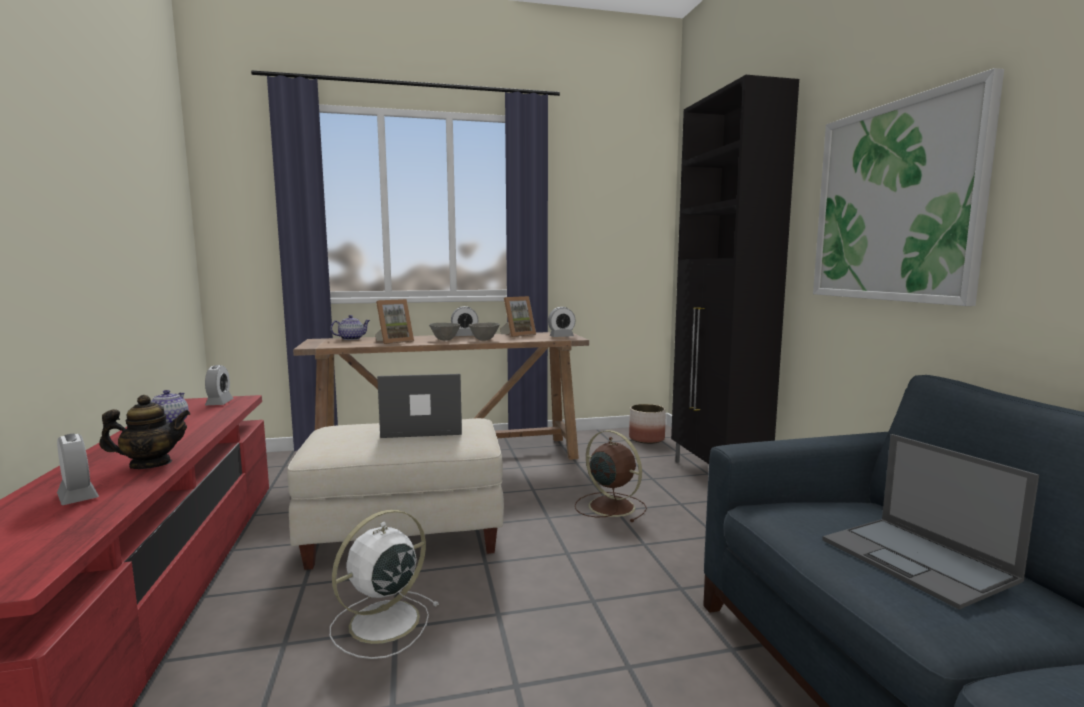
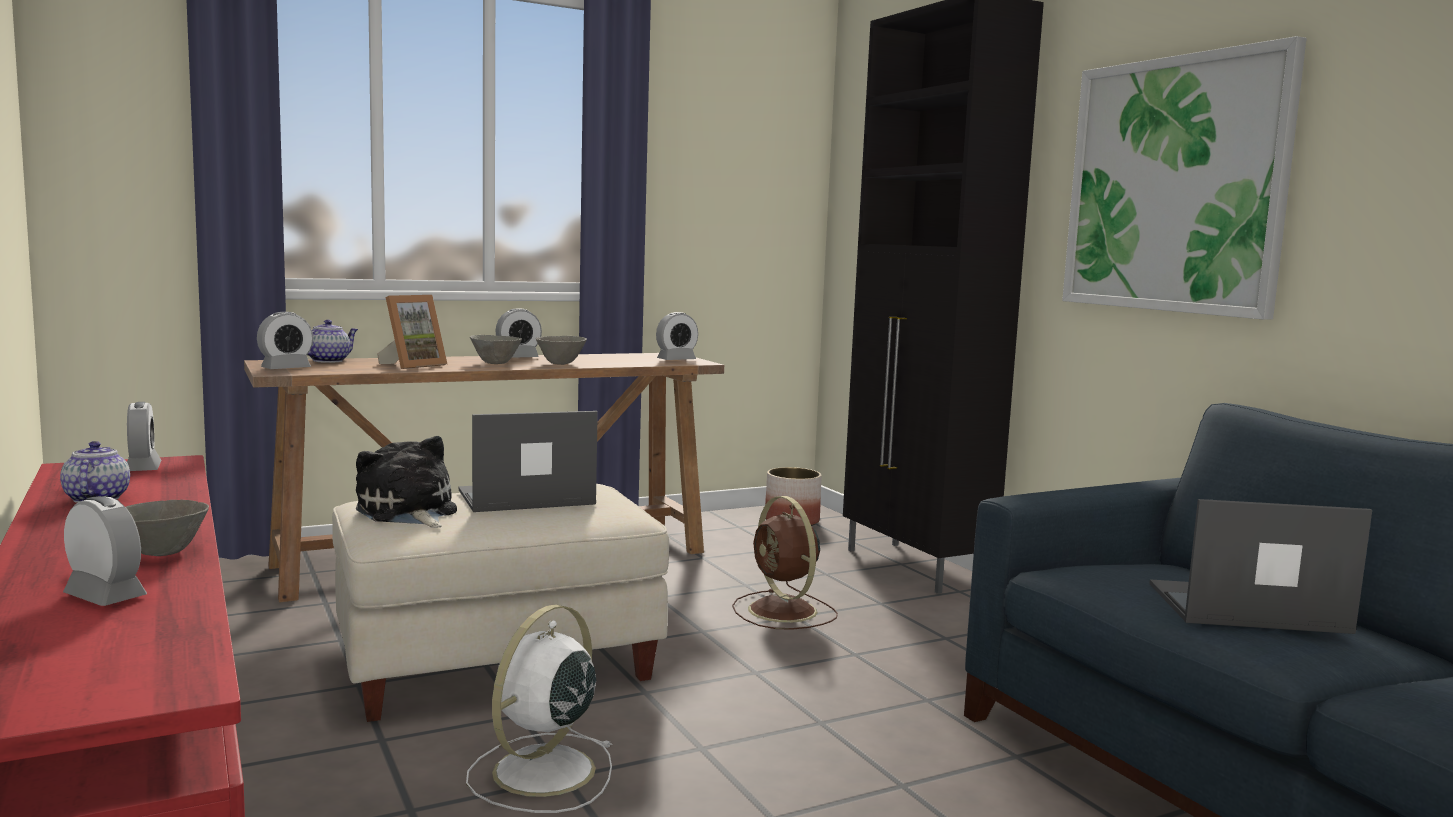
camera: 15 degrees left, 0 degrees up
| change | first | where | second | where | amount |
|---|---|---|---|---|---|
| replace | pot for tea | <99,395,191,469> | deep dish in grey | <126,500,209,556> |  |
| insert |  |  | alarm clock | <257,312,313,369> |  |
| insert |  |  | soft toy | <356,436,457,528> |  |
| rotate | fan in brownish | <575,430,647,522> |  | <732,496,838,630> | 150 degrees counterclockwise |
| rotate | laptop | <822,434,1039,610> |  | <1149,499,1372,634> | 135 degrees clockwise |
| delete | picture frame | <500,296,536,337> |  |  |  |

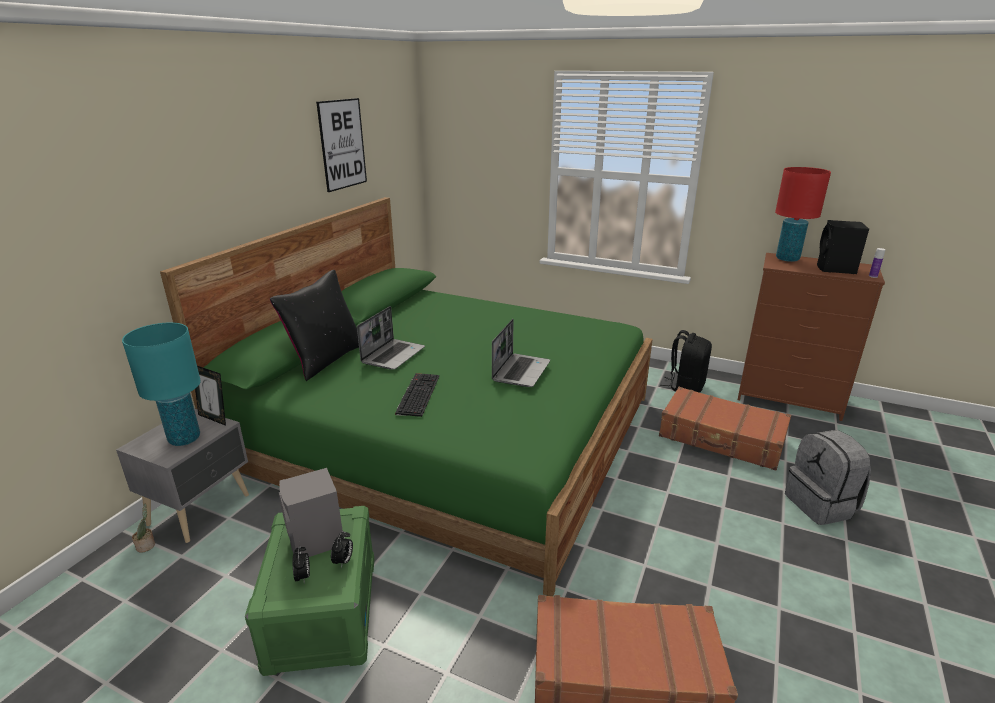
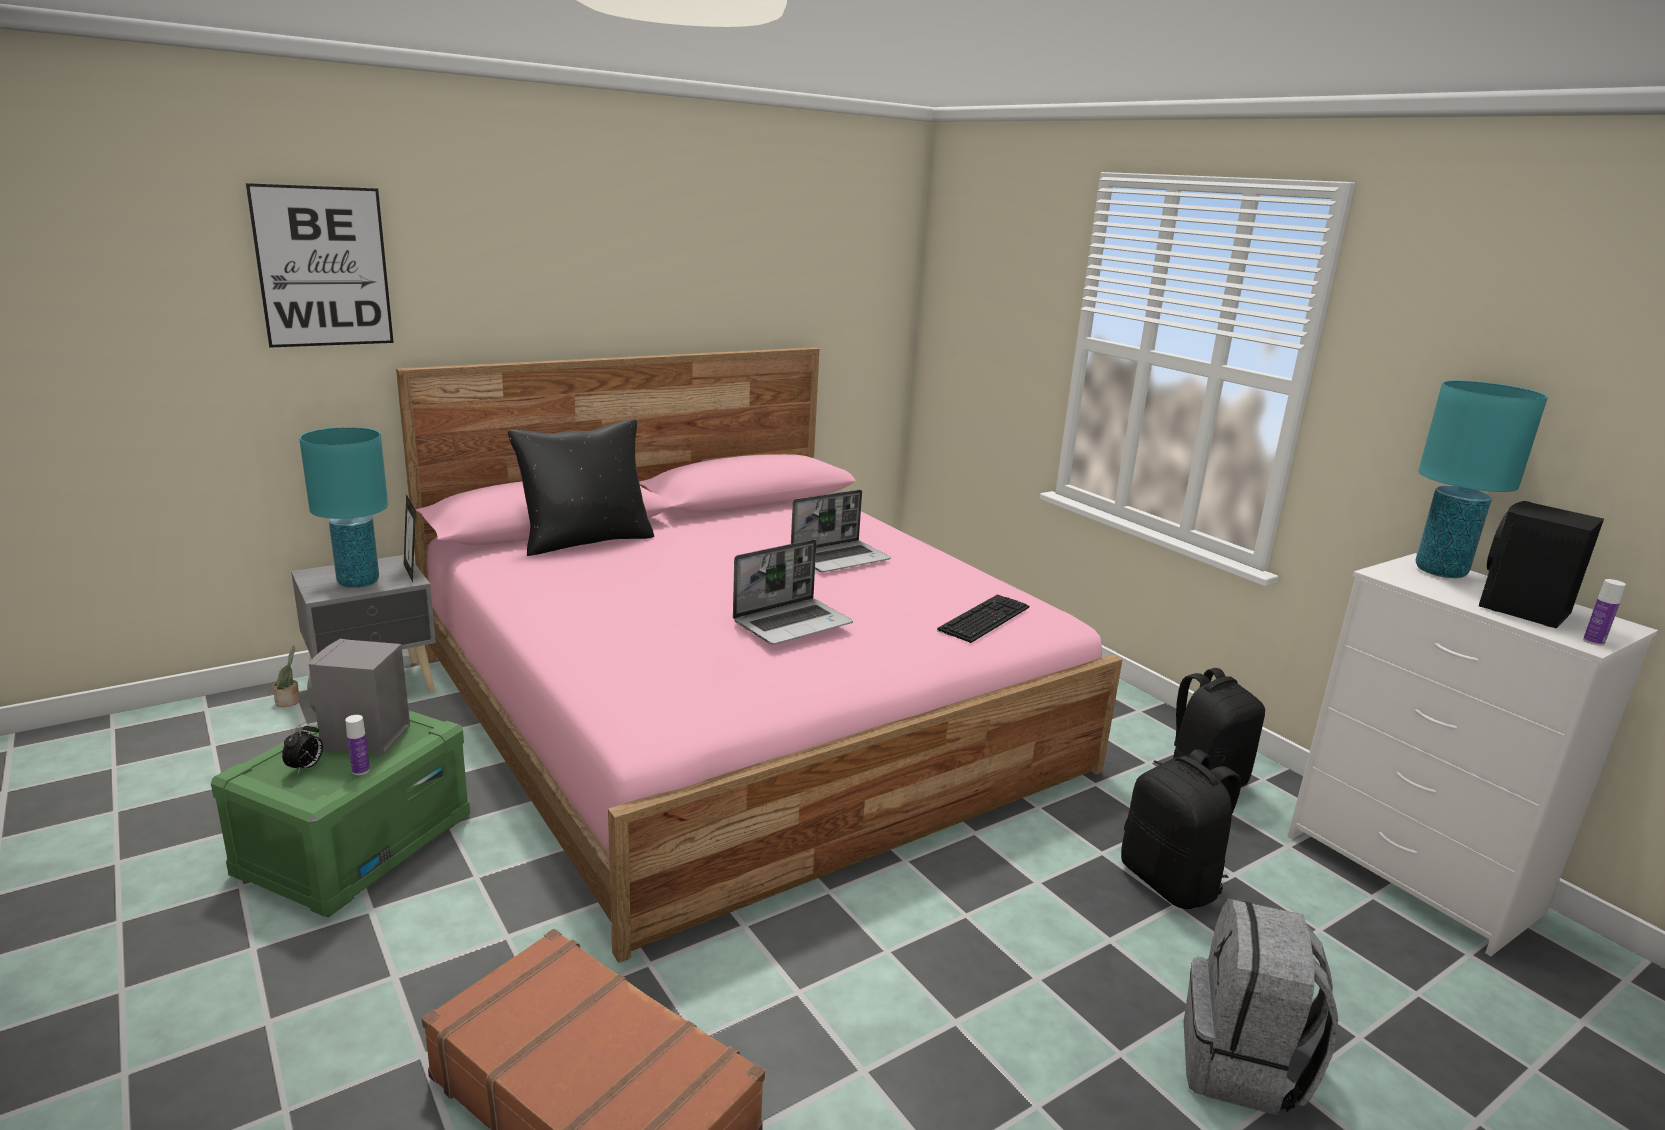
camera: 30 degrees right, 5 degrees down
| change | first | where | second | where | amount |
|---|---|---|---|---|---|
| move | picture | <316,98,367,192> |  | <246,183,394,348> |  |
| replace | alarm clock | <331,531,353,568> | drink bottle | <345,715,370,775> |  |
| recolor | bed in green-coloured | <160,197,653,596> | bed in pink | <396,347,1123,963> |  |
| move | laptop | <357,306,425,370> |  | <791,490,891,572> |  |
| move | computer keyboard | <395,373,439,417> |  | <937,594,1029,643> |  |
| replace | suitcase in brownish | <659,387,791,471> | rucksack in black | <1121,749,1241,909> |  |
| recolor | dresser in brownish | <738,253,885,421> | dresser in white-coloured | <1287,553,1658,956> |  |
| recolor | table lamp in reddish | <775,167,831,262> | table lamp in blue-green | <1416,380,1548,578> |  |

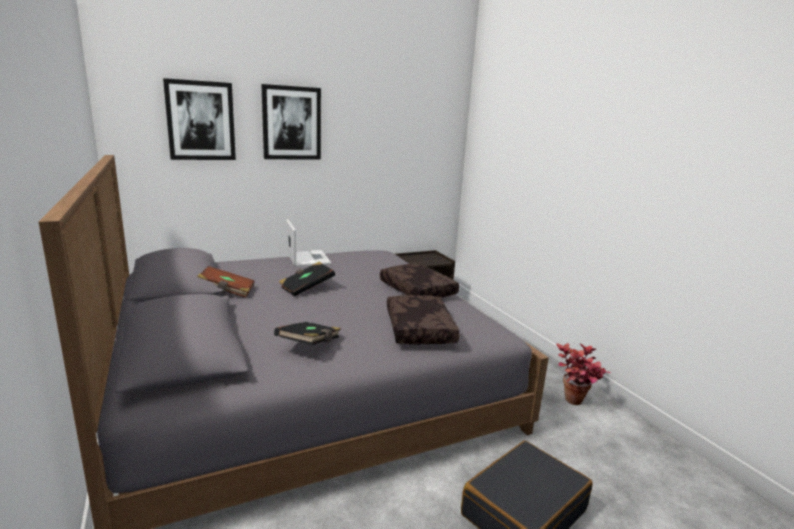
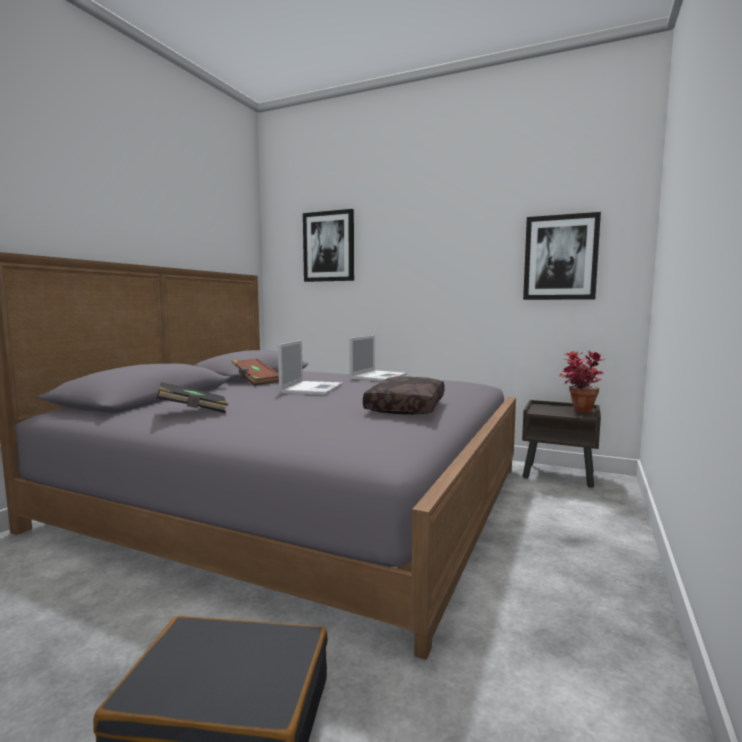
camera: 50 degrees right, 10 degrees down
| change | first | where | second | where | amount |
|---|---|---|---|---|---|
| replace | book in black | <279,262,335,297> | laptop | <278,340,342,395> |  |
| move | picture | <261,84,321,160> |  | <523,212,601,300> |  |
| move | potted plant | <556,343,611,405> |  | <559,351,605,413> |  |
| delete | pillow in brownish | <387,295,460,344> |  |  |  |

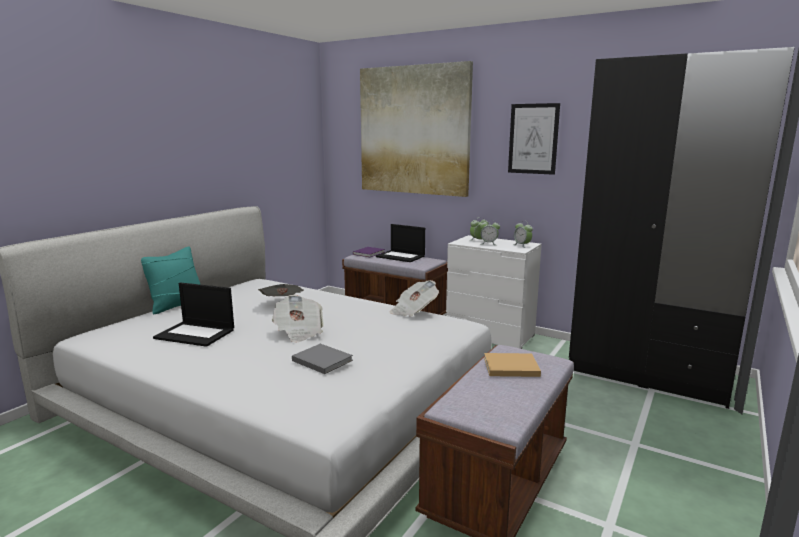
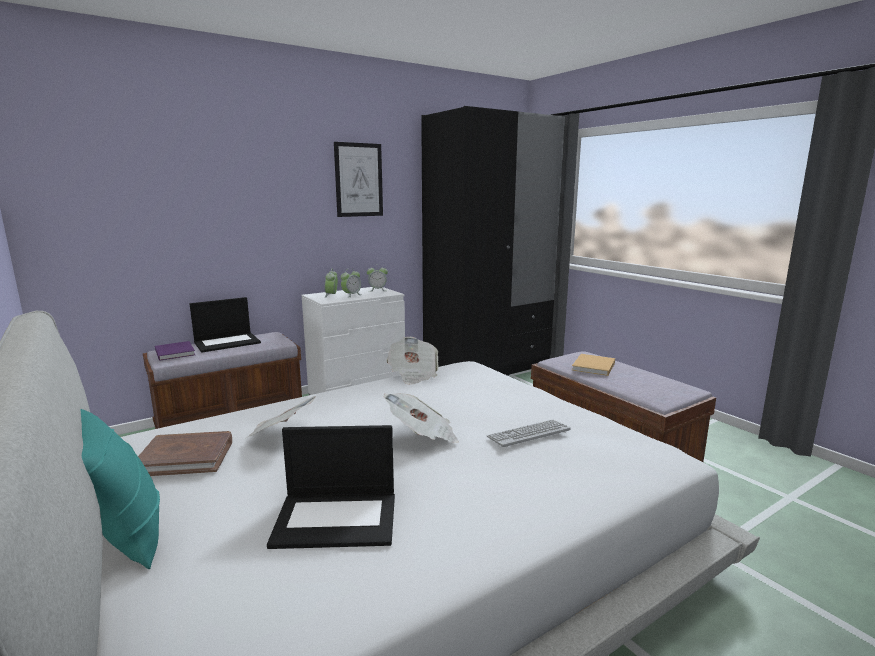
camera: 65 degrees left, 0 degrees up
| change | first | where | second | where | amount |
|---|---|---|---|---|---|
| insert |  |  | book in brownish | <138,431,232,476> |  |
| rotate | laptop | <153,282,234,347> |  | <267,425,395,549> | 45 degrees clockwise |
| replace | book in grey | <292,344,353,374> | computer keyboard | <487,420,571,448> |  |
| delete | picture | <360,61,473,197> |  |  |  |

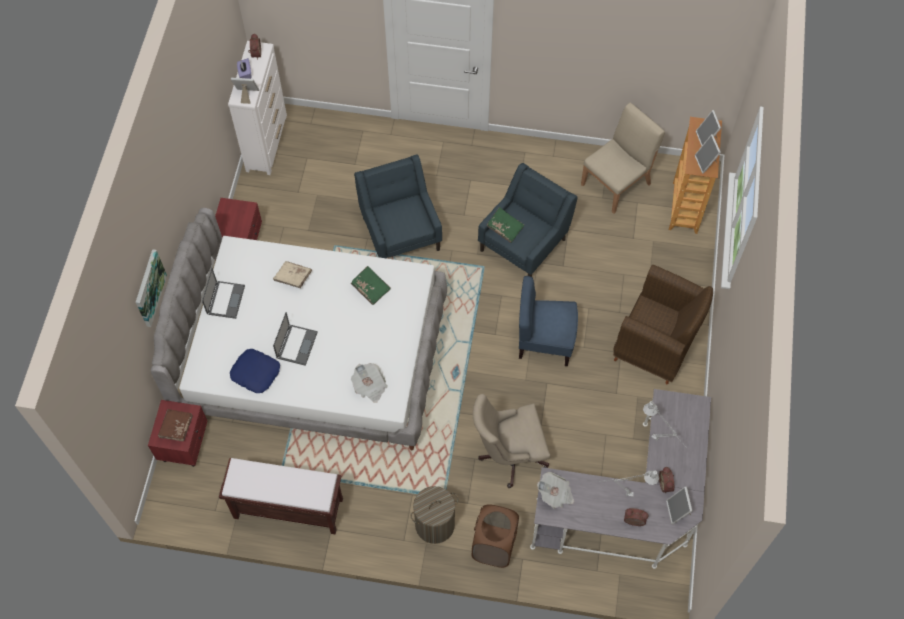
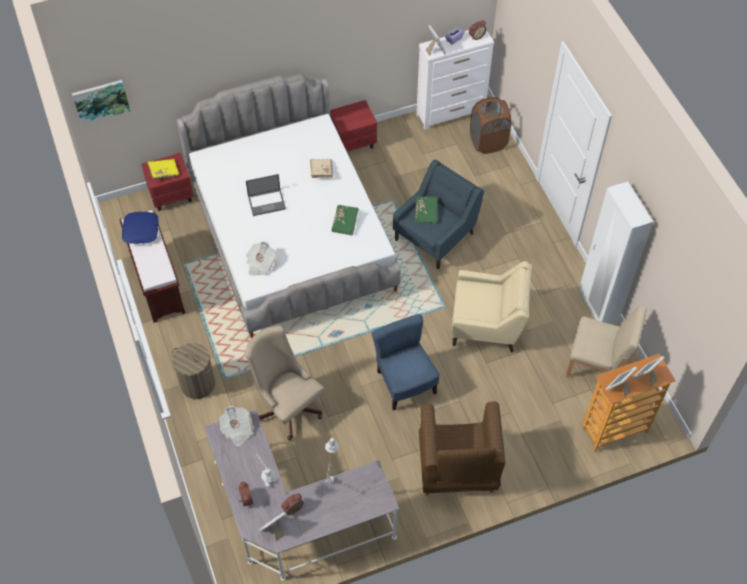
camera: 60 degrees right, 5 degrees down
| change | first | where | second | where | amount |
|---|---|---|---|---|---|
| move | picture | <136,249,167,327> |  | <72,80,130,125> |  |
| move | pillow in bluish | <230,349,280,393> |  | <122,212,159,244> |  |
| recolor | book in brownish | <158,409,193,441> | book in yellow-coloured | <147,159,179,180> |  |
| move | book in green-coloured | <487,207,524,243> |  | <415,196,438,224> |  |
| recolor | easy chair in bluish | <478,163,578,277> | easy chair in beige | <452,261,532,352> |  |
| move | washing basket in brownish | <472,504,519,568> |  | <470,97,511,154> |  |
| insert |  |  | clothes cupboard in white-coloured | <579,181,653,325> |  |
| delete | laptop | <202,268,245,319> |  |  |  |

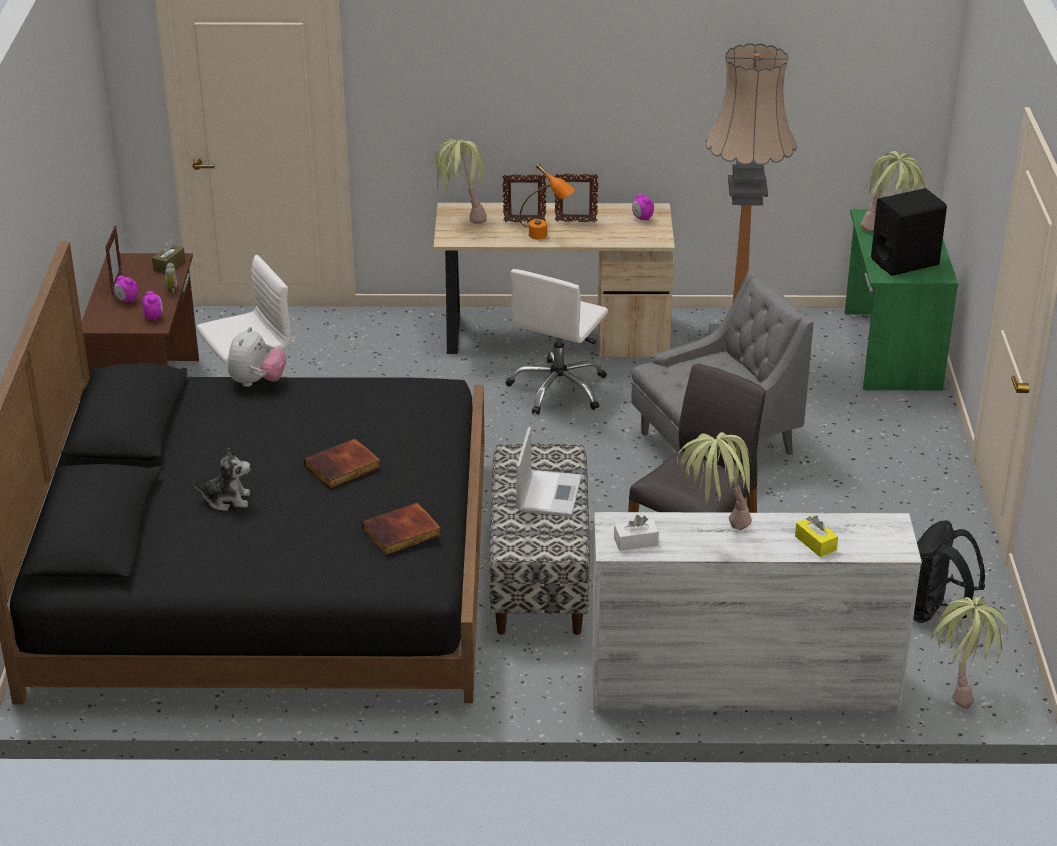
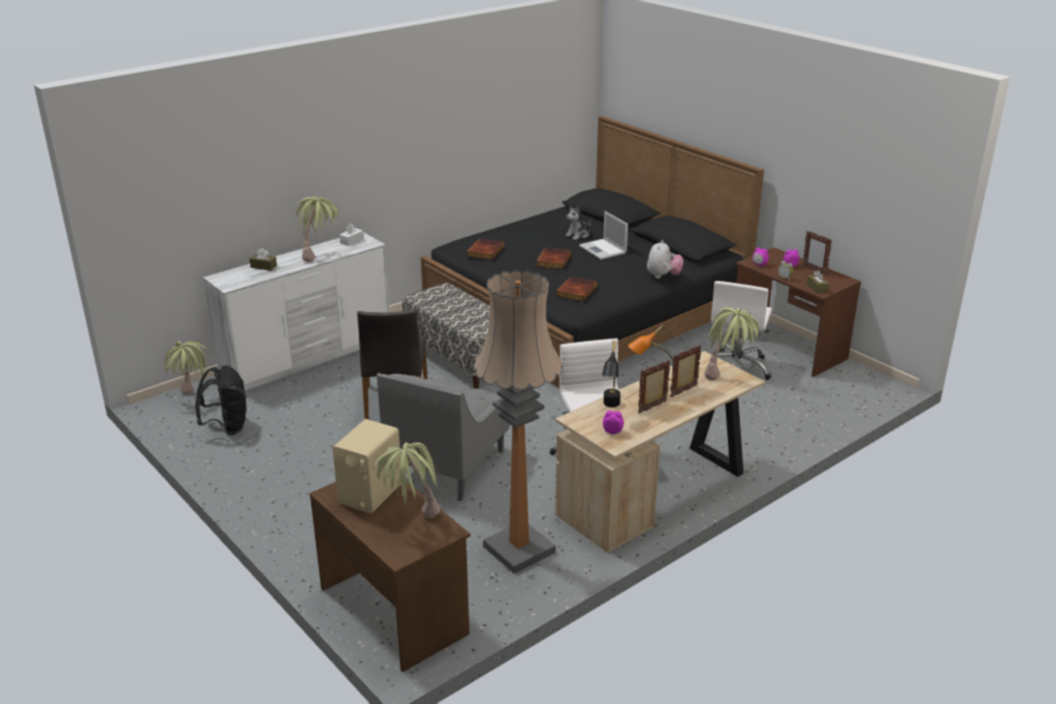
camera: 140 degrees right, 5 degrees down
| change | first | where | second | where | amount |
|---|---|---|---|---|---|
| recolor | tissue box in yellow-coloured | <795,516,838,557> | tissue box in brownish | <250,248,277,271> |  |
| recolor | desk table in green-coloured | <845,209,958,390> | desk table in brownish | <309,482,471,672> |  |
| recolor | audio speaker in black | <871,188,947,276> | audio speaker in beige | <333,419,401,514> |  |
| insert |  |  | book | <556,276,597,302> |  |
| move | laptop | <516,427,582,517> |  | <579,211,628,260> |  |
| insert |  |  | table lamp in black | <602,341,621,407> |  |
| rotate | soft toy | <228,327,286,387> |  | <647,240,684,279> | 135 degrees counterclockwise |

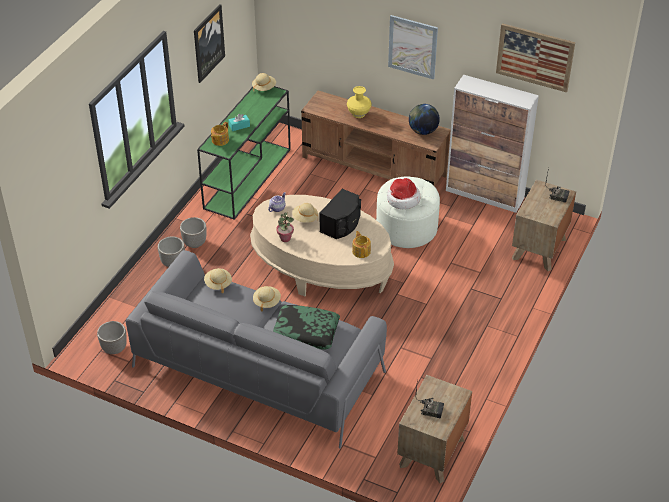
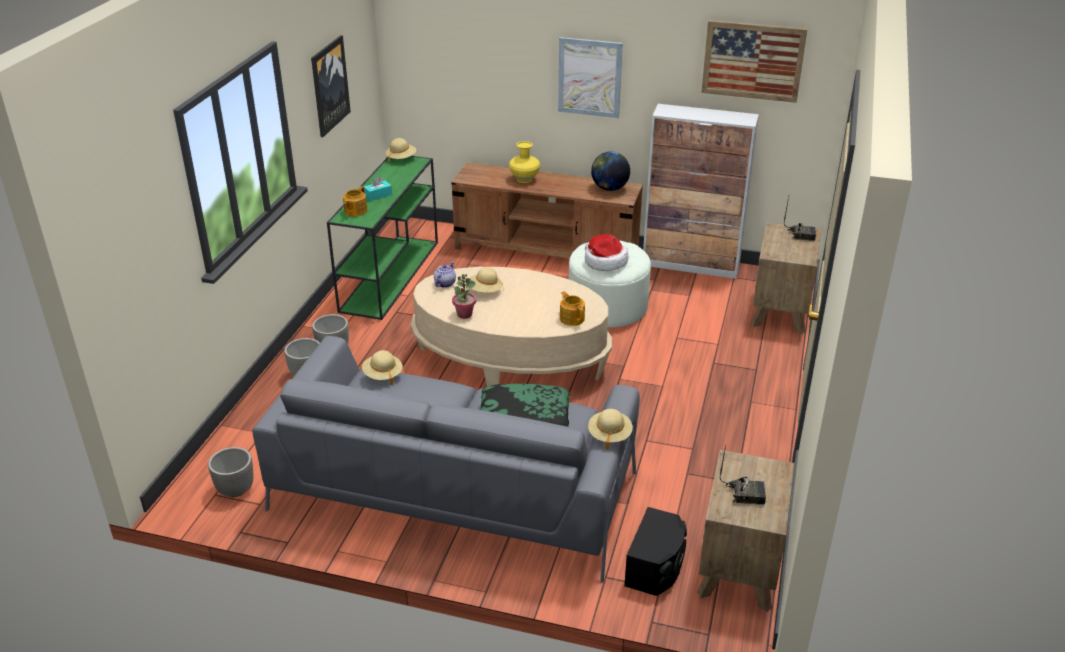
camera: 10 degrees left, 10 degrees down
| change | first | where | second | where | amount |
|---|---|---|---|---|---|
| move | clothing hat in beige | <253,286,281,311> |  | <588,409,633,450> |  |
| move | audio speaker in black | <319,189,361,239> |  | <624,507,687,596> |  |

